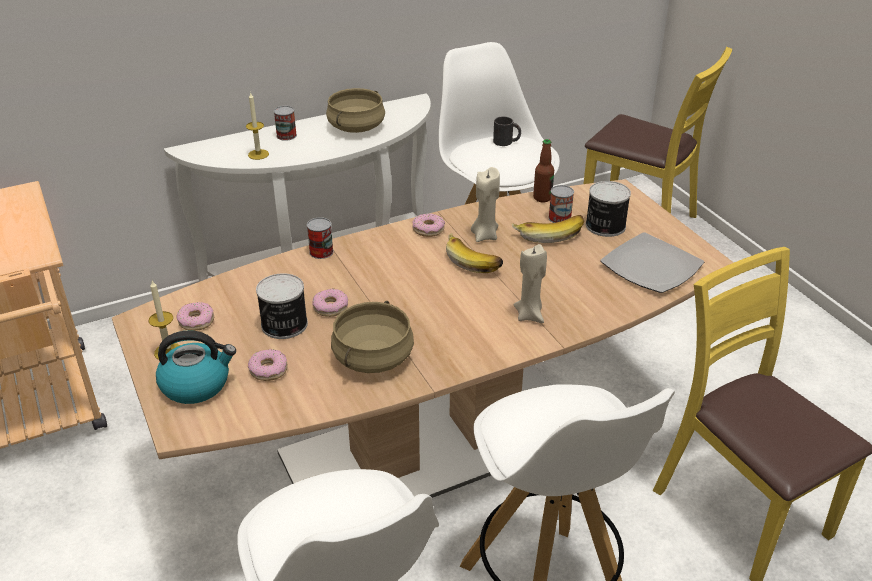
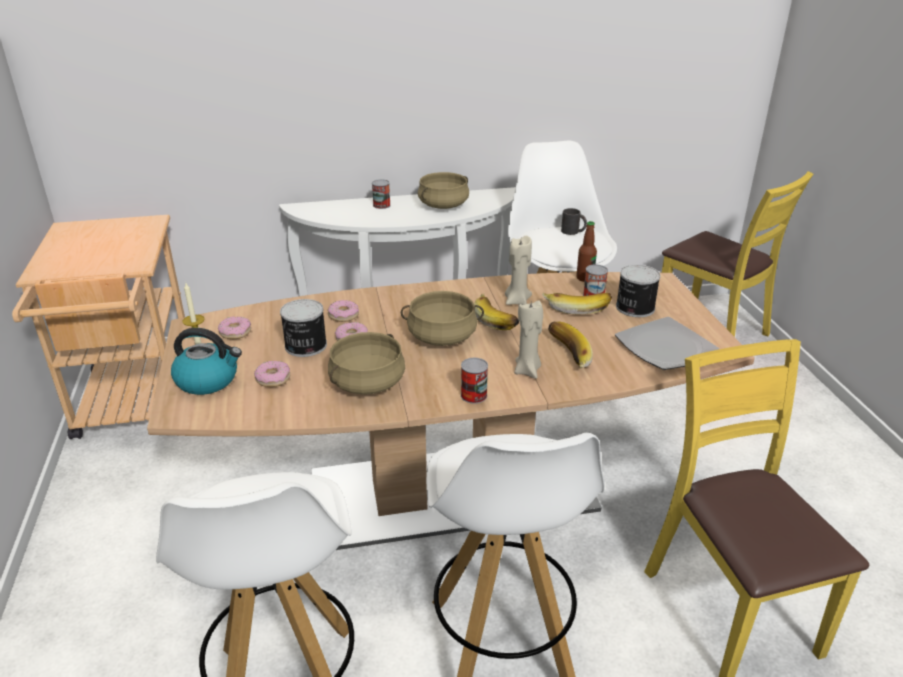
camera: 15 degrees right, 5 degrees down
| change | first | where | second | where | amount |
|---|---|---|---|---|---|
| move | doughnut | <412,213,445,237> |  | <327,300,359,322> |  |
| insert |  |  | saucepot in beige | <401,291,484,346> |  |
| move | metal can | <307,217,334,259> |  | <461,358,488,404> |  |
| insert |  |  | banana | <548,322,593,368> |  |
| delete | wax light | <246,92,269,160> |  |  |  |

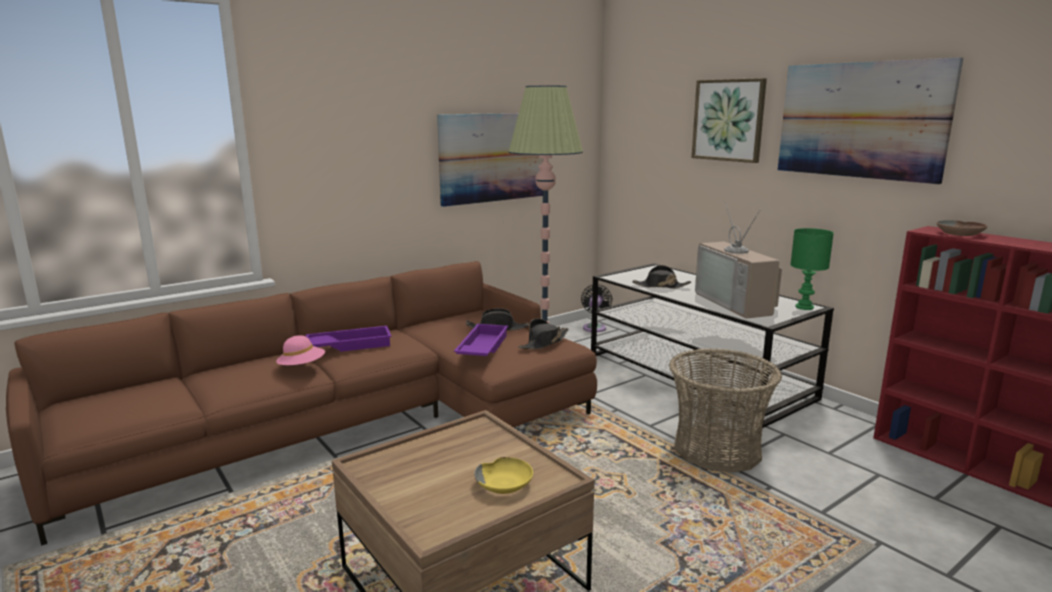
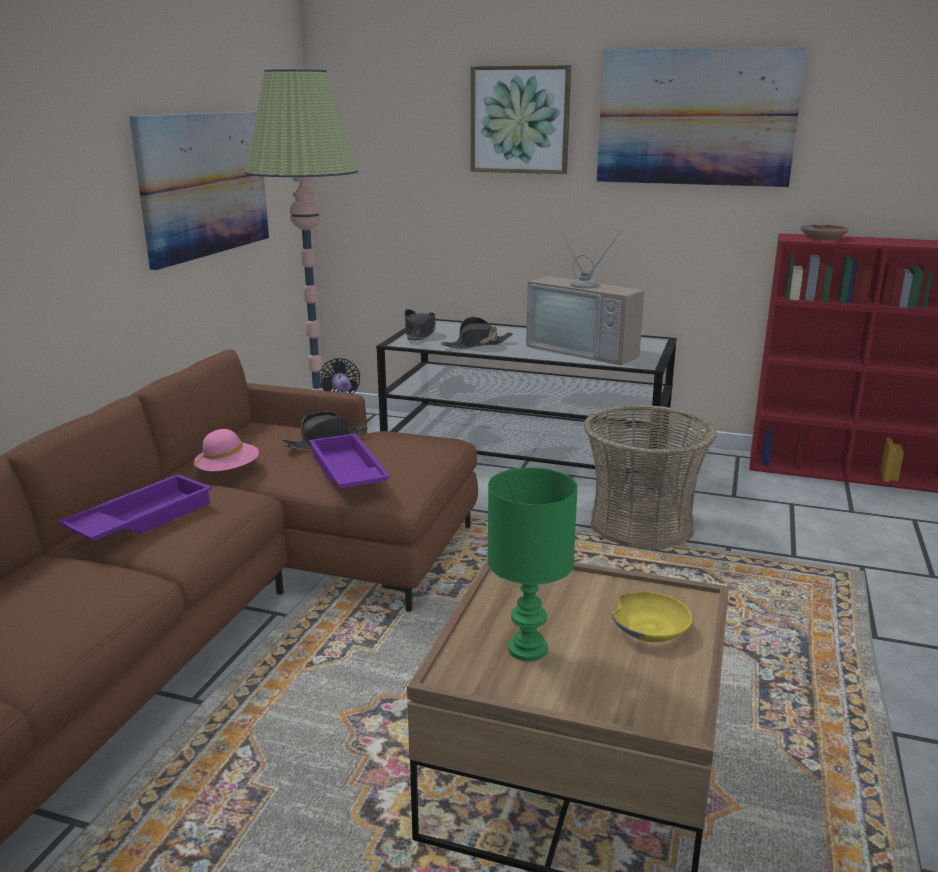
camera: 35 degrees left, 5 degrees up
| change | first | where | second | where | amount |
|---|---|---|---|---|---|
| move | clothing hat in pink | <276,335,325,366> |  | <194,429,259,477> |  |
| move | clothing hat in black | <518,319,569,349> |  | <404,309,436,340> |  |
| move | table lamp in green-coloured | <790,228,834,310> |  | <487,467,578,661> |  |

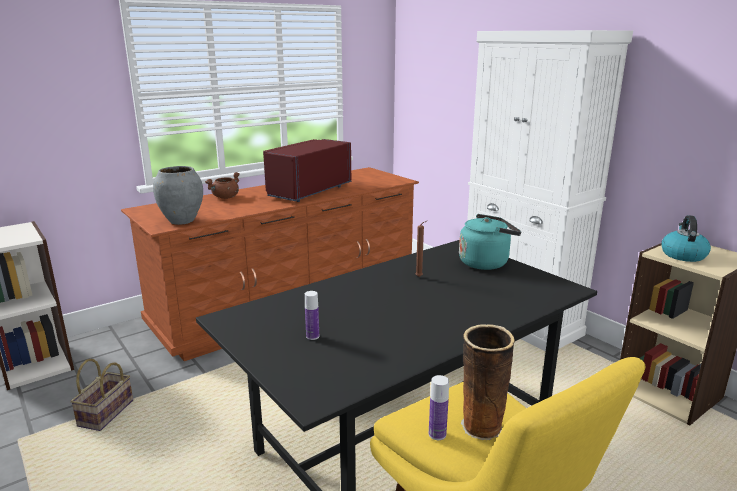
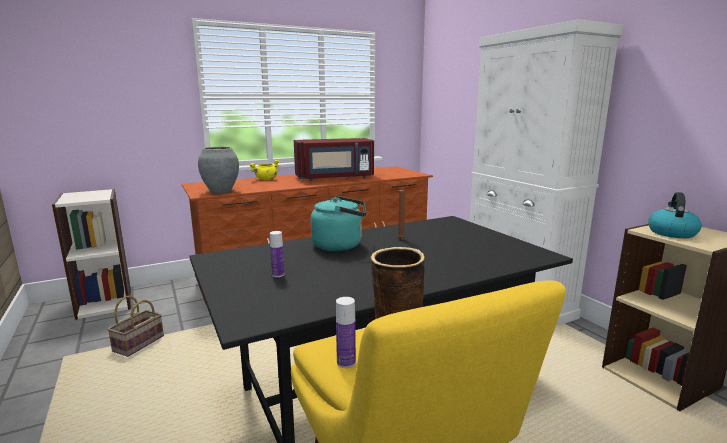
camera: 10 degrees right, 5 degrees down
| change | first | where | second | where | amount |
|---|---|---|---|---|---|
| recolor | saucepot in brownish | <205,172,240,199> | saucepot in yellow-coloured | <249,160,280,180> |  |
| rotate | microwave in reddish | <263,139,351,202> |  | <294,138,374,181> | 150 degrees counterclockwise |
| move | kettle in blue-green | <459,214,522,270> |  | <310,196,367,251> |  |

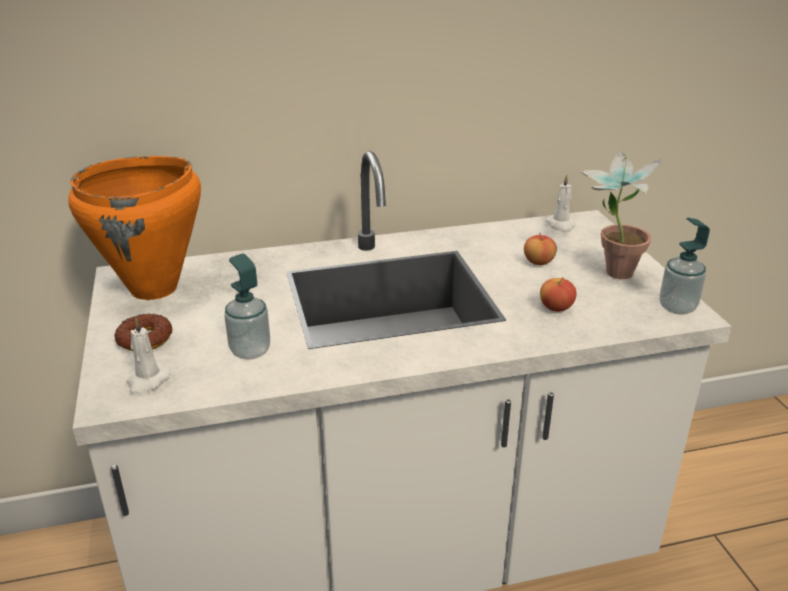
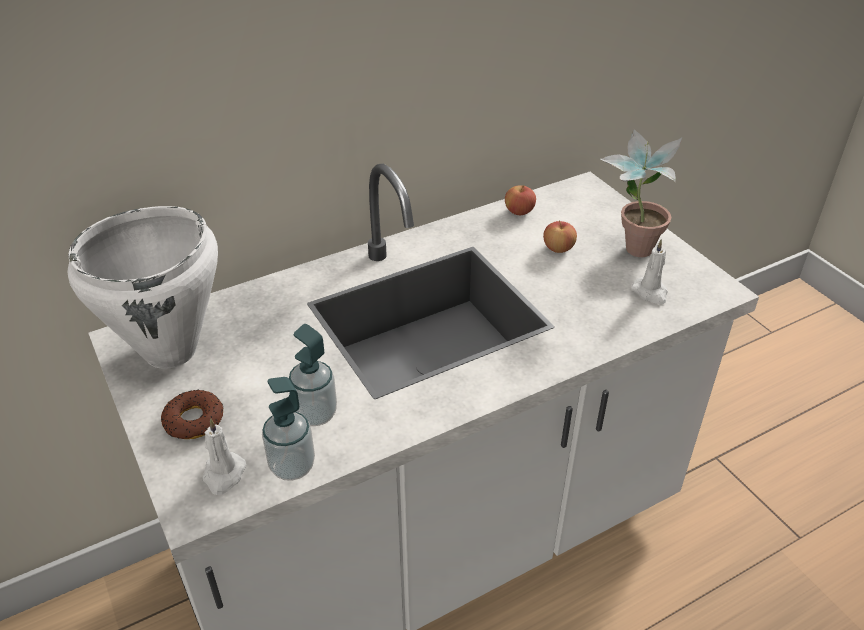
camera: 15 degrees left, 10 degrees up
| change | first | where | second | where | amount |
|---|---|---|---|---|---|
| recolor | saucepot in orangey | <68,156,201,300> | saucepot in white-coloured | <68,206,218,369> |  |
| move | liquid soap bottle | <660,217,710,315> |  | <262,377,315,481> |  |
| move | apple | <540,277,577,312> |  | <505,185,536,215> |  |
| move | wax light in white-coloured | <546,174,575,233> |  | <632,239,668,304> |  |

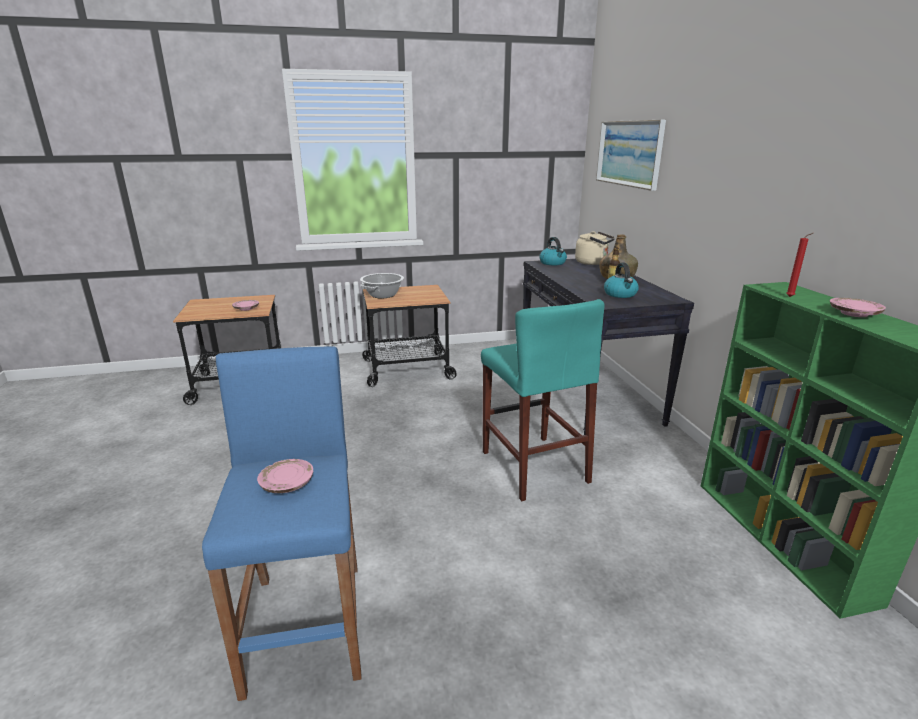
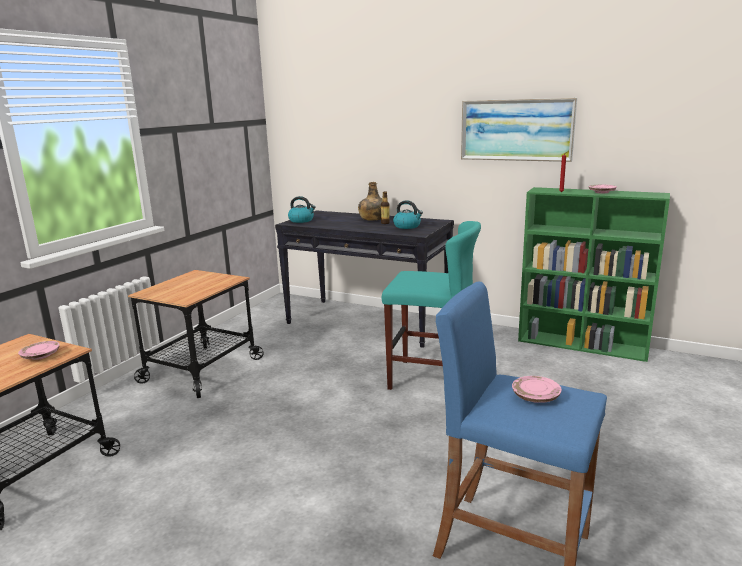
camera: 50 degrees left, 5 degrees down
| change | first | where | second | where | amount |
|---|---|---|---|---|---|
| move | picture | <596,120,666,191> |  | <461,98,577,162> |  |
| delete | saucepot | <360,273,404,298> |  |  |  |
| delete | kettle in beige | <575,231,615,265> |  |  |  |

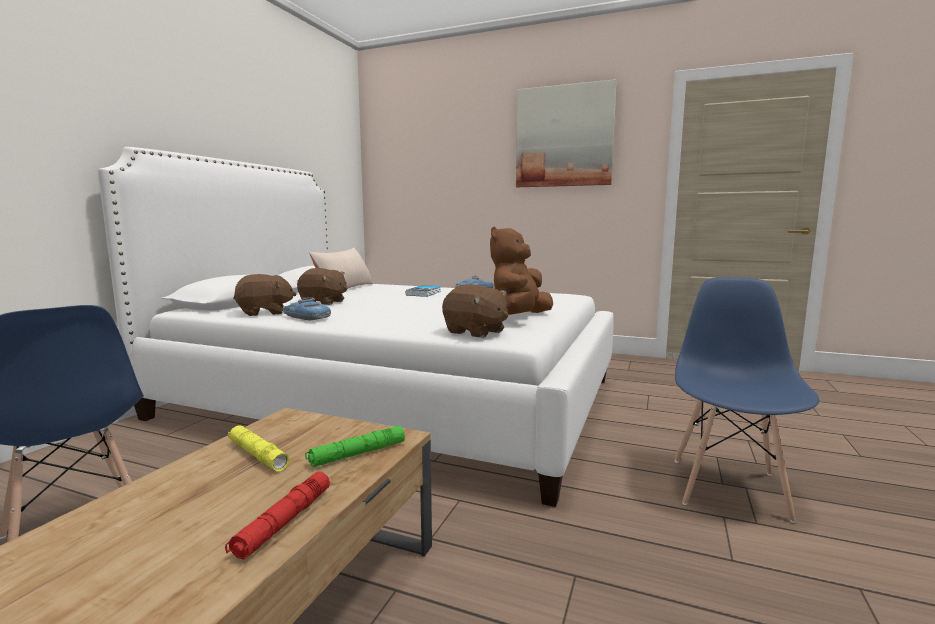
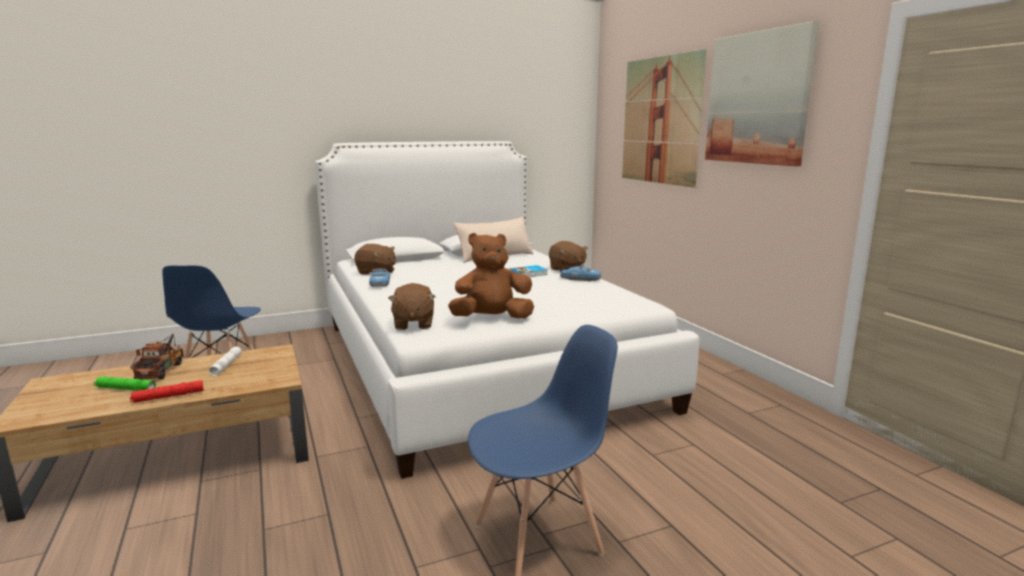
camera: 45 degrees right, 5 degrees up
| change | first | where | second | where | amount |
|---|---|---|---|---|---|
| move | hand torch in green-coloured | <305,426,405,467> |  | <94,377,156,391> |  |
| insert |  |  | toy truck | <131,334,184,379> |  |
| recolor | hand torch in yellow-coloured | <228,426,289,471> | hand torch in white-coloured | <209,347,242,376> |  |
| move | soft toy in brownish | <297,268,347,305> |  | <549,241,588,272> |  |
| insert |  |  | picture | <622,49,707,188> |  |

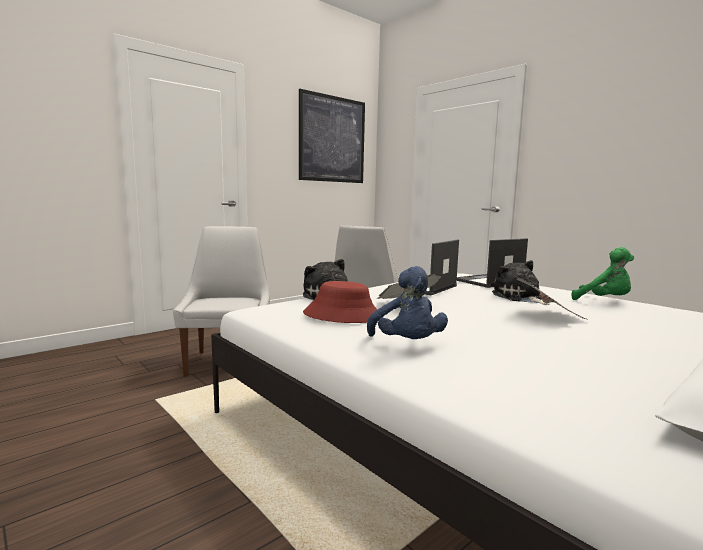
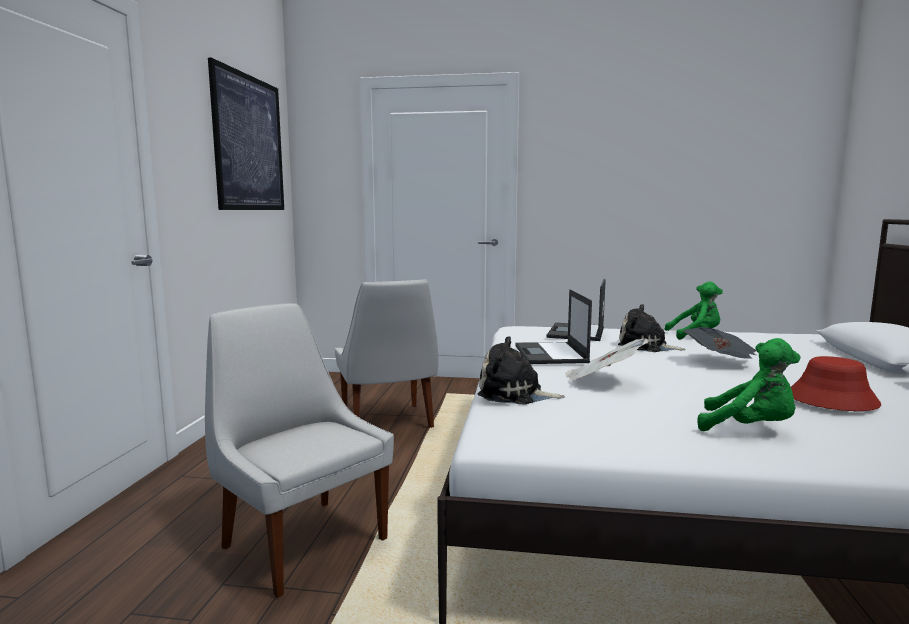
camera: 40 degrees left, 0 degrees up
| change | first | where | second | where | amount |
|---|---|---|---|---|---|
| recolor | soft toy in bluish | <367,266,448,339> | soft toy in green-coloured | <697,338,801,431> |  |
| move | clothing hat in reddish | <303,281,377,323> |  | <791,356,881,411> |  |

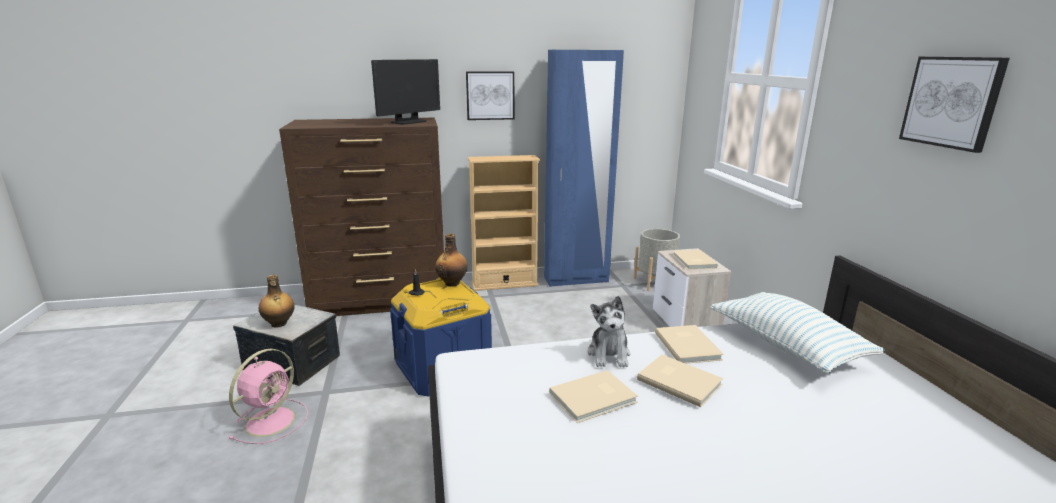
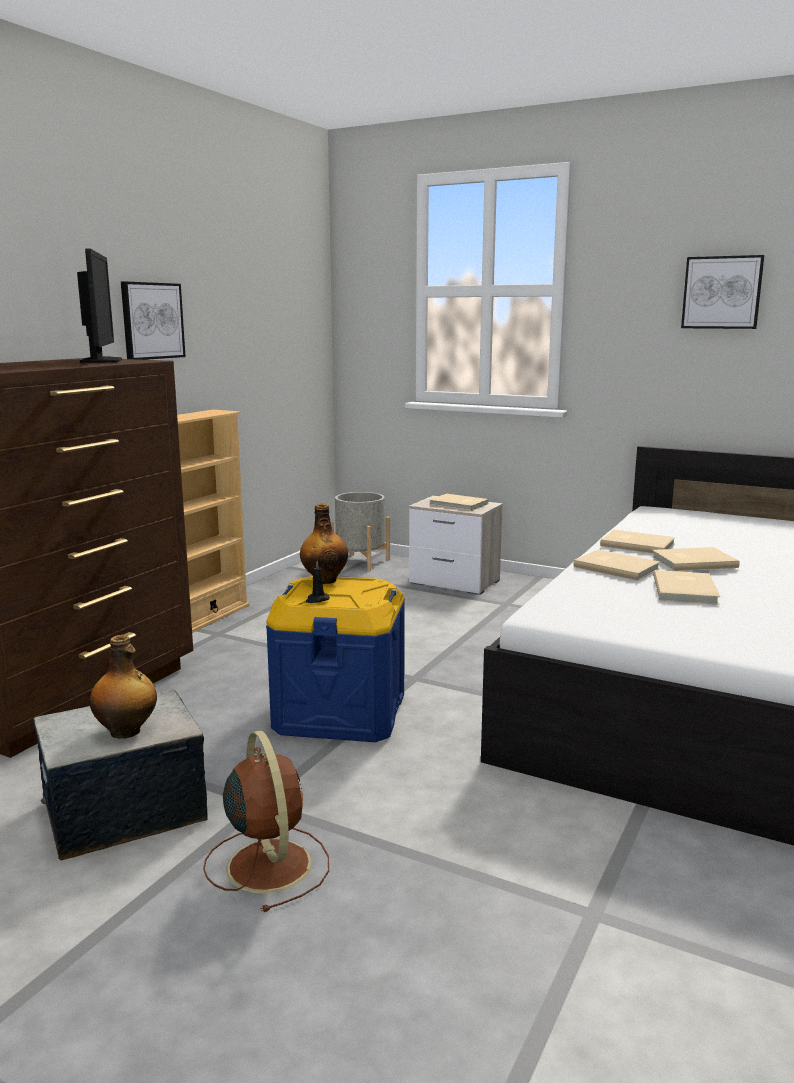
camera: 50 degrees left, 5 degrees down
| change | first | where | second | where | amount |
|---|---|---|---|---|---|
| recolor | fan in pink | <228,349,308,444> | fan in brownish | <203,730,329,912> |  |
| replace | soft toy | <588,296,631,367> | book in beige | <574,550,660,581> |  |
| delete | clothes cupboard in bluish | <544,50,624,287> |  |  |  |
| delete | pillow | <710,292,885,374> |  |  |  |

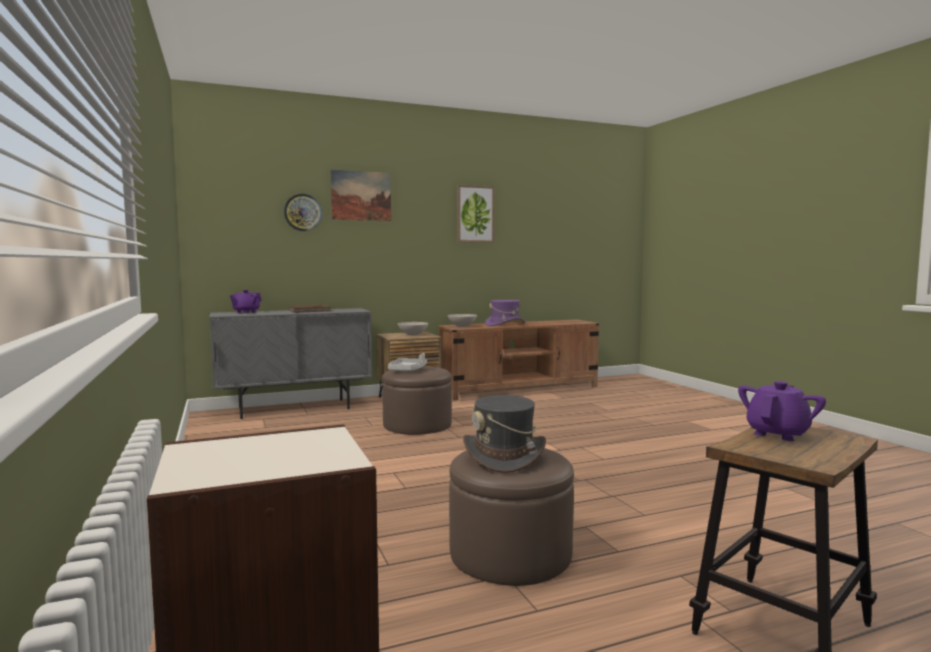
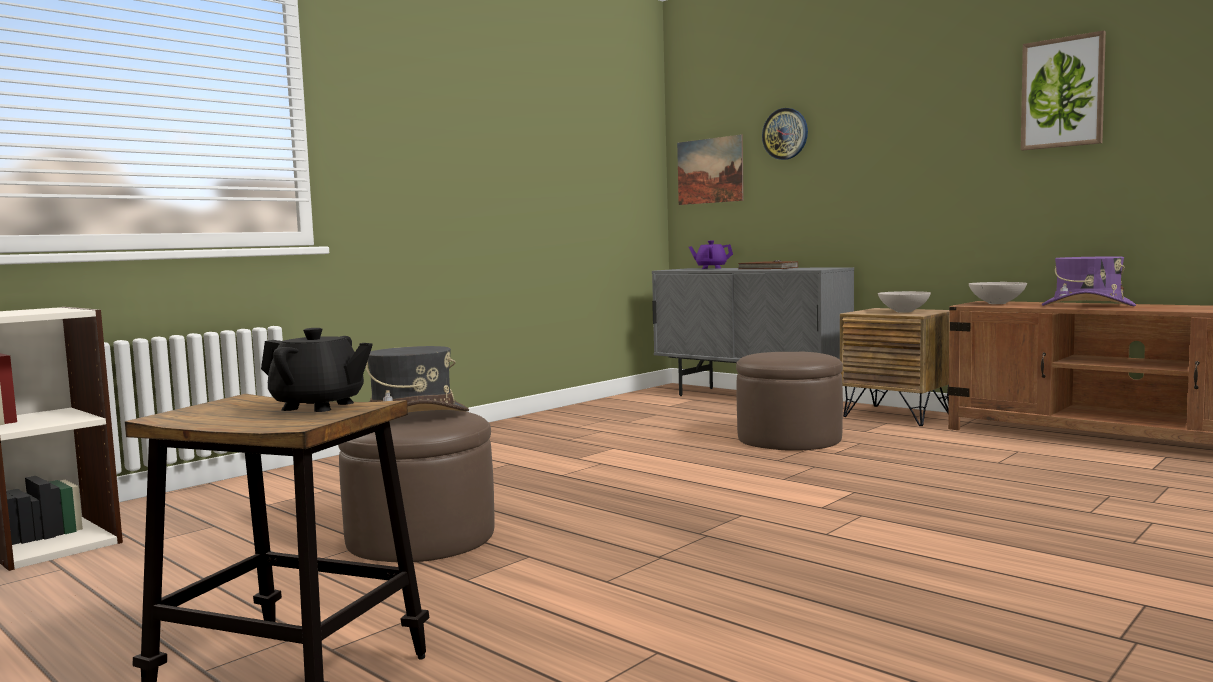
camera: 65 degrees right, 0 degrees up
| change | first | where | second | where | amount |
|---|---|---|---|---|---|
| recolor | pot for tea in purplish | <738,381,826,441> | pot for tea in black | <261,328,373,412> |  |
| move | picture | <331,170,391,221> |  | <677,134,744,205> |  |
| delete | serving tray in grey | <388,353,427,371> |  |  |  |

